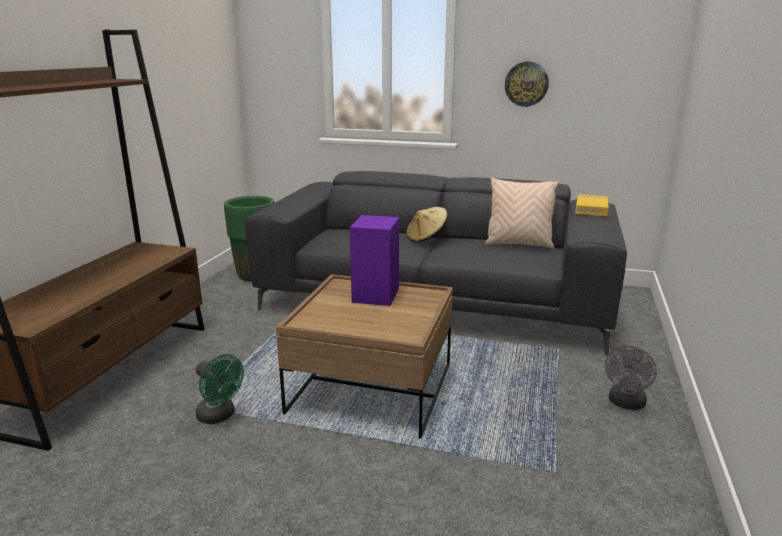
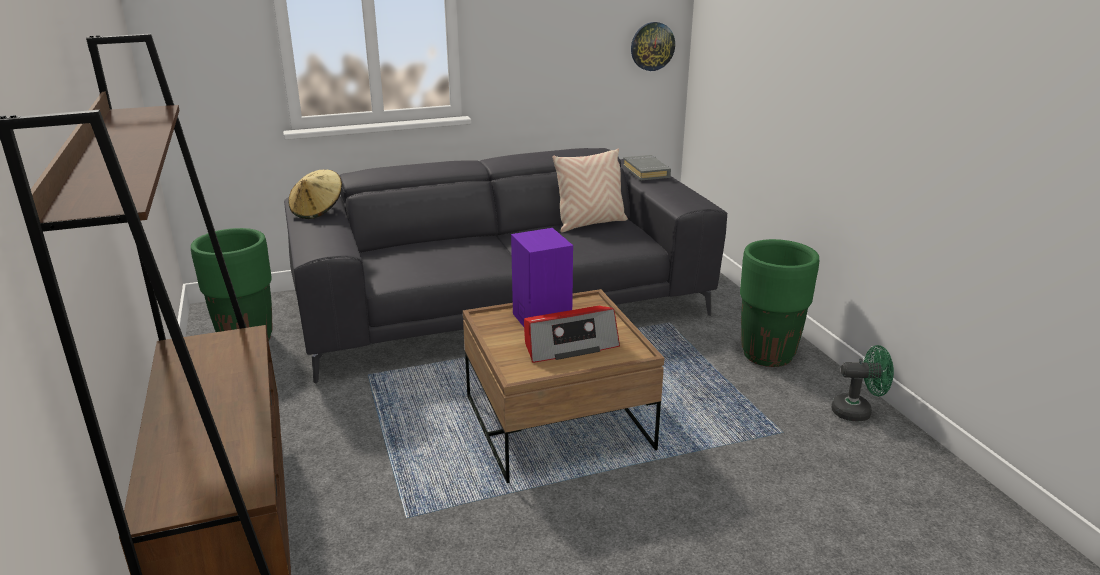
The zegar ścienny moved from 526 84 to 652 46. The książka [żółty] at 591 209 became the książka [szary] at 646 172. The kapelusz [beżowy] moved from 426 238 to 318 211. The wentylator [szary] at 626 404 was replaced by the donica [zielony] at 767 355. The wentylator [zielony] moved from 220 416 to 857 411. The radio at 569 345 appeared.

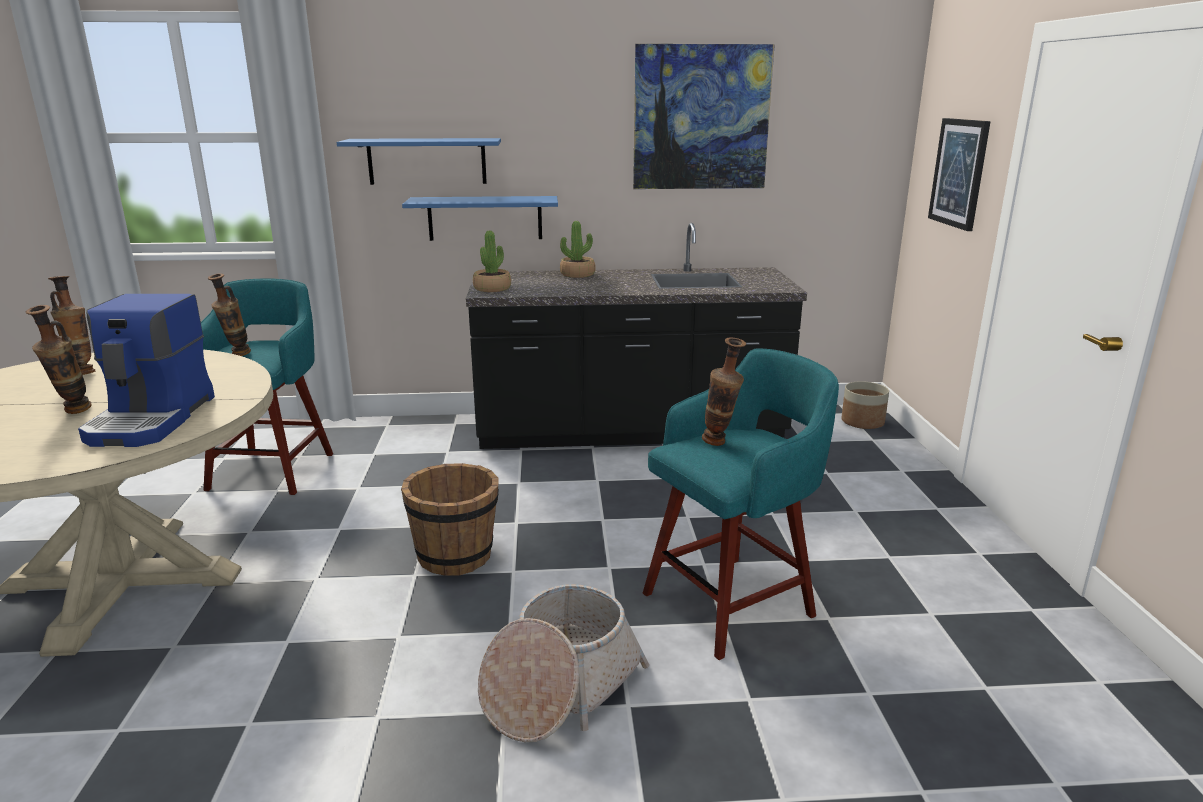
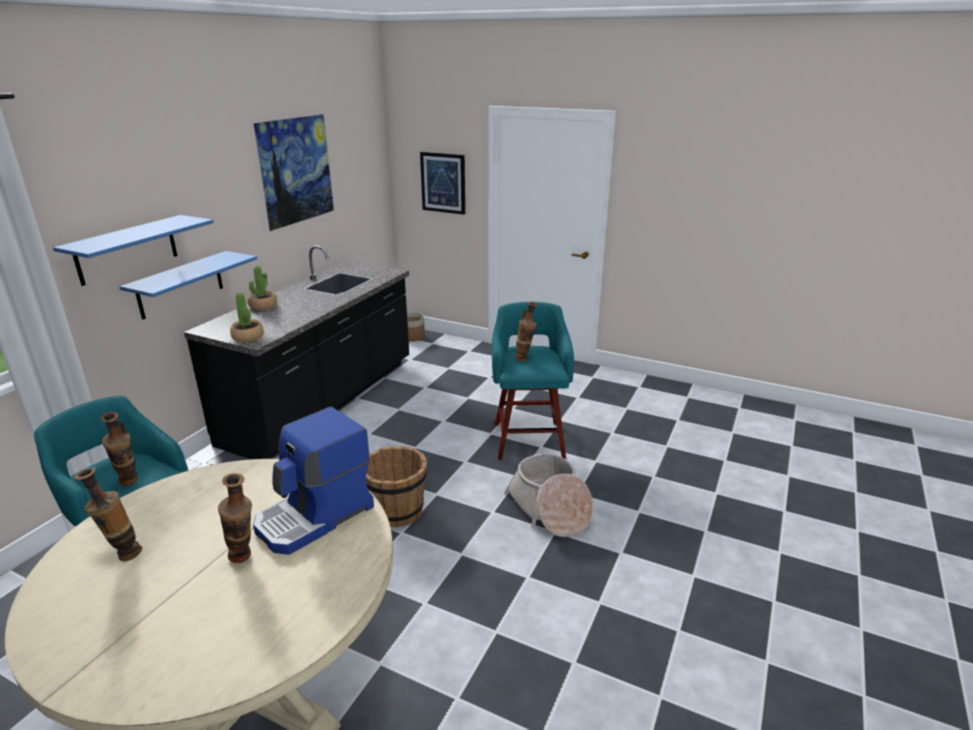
The ekspres do kawy at 153 419 turned 105 degrees clockwise.

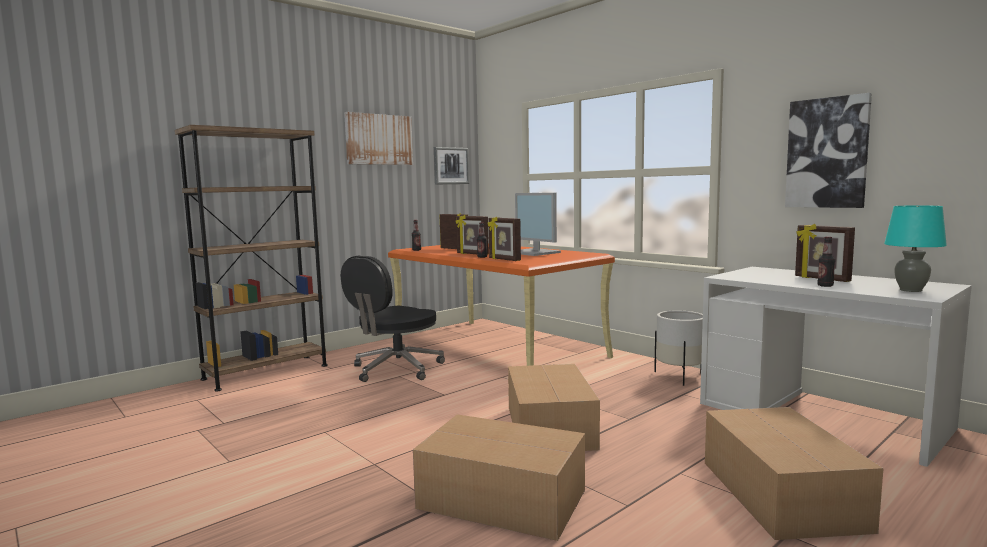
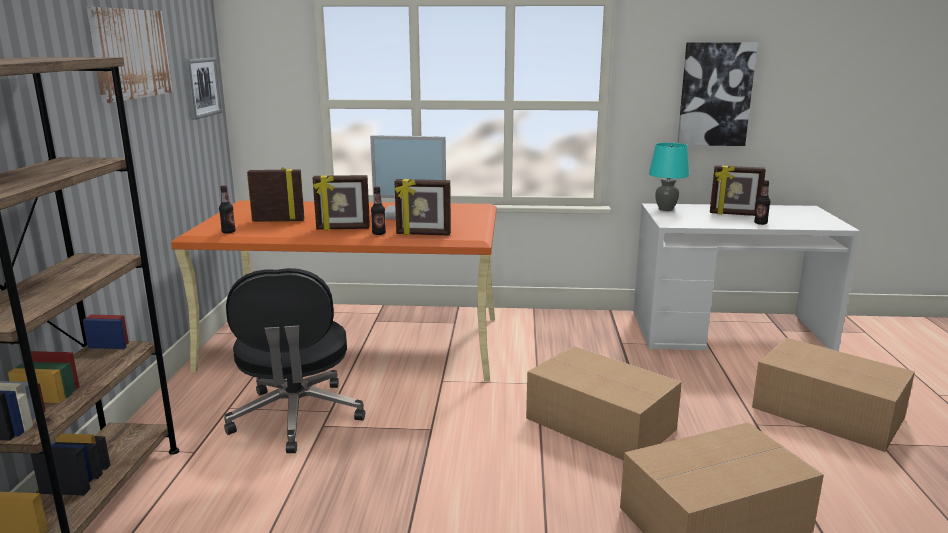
The lampa stołowa [turkusowy] moved from 911 290 to 666 209. The donica [biały] at 679 377 disappeared.

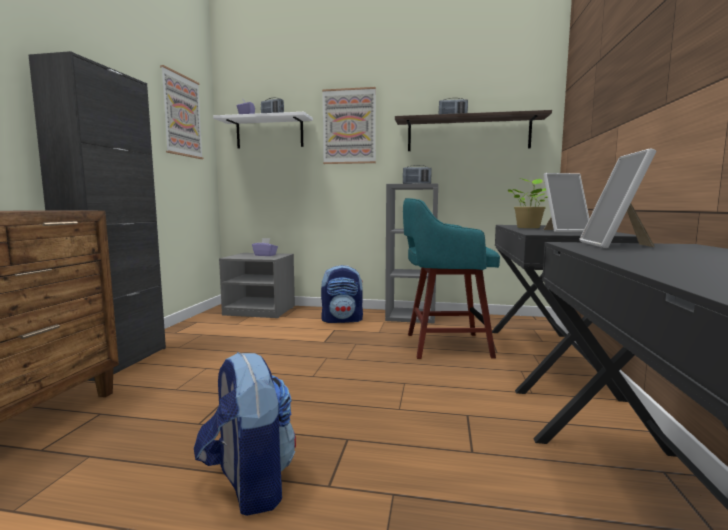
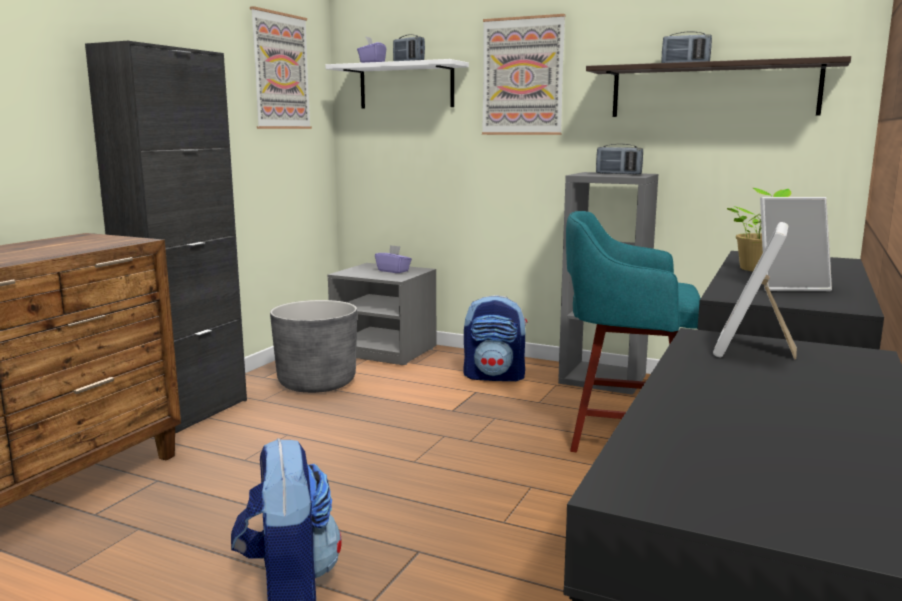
The donica [szary] at 317 383 appeared.

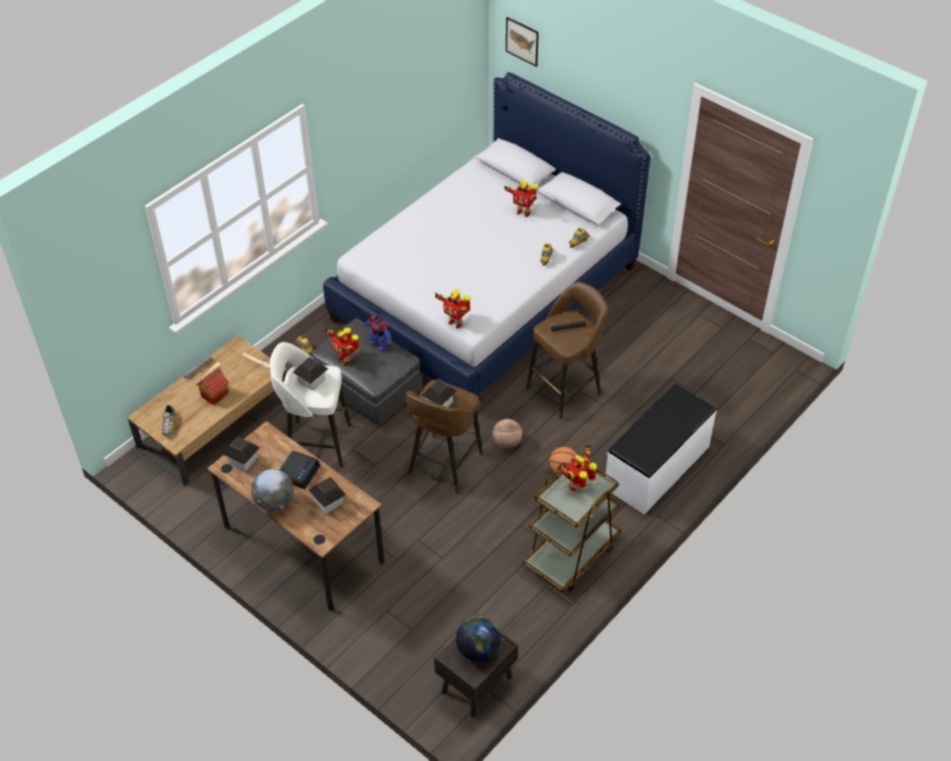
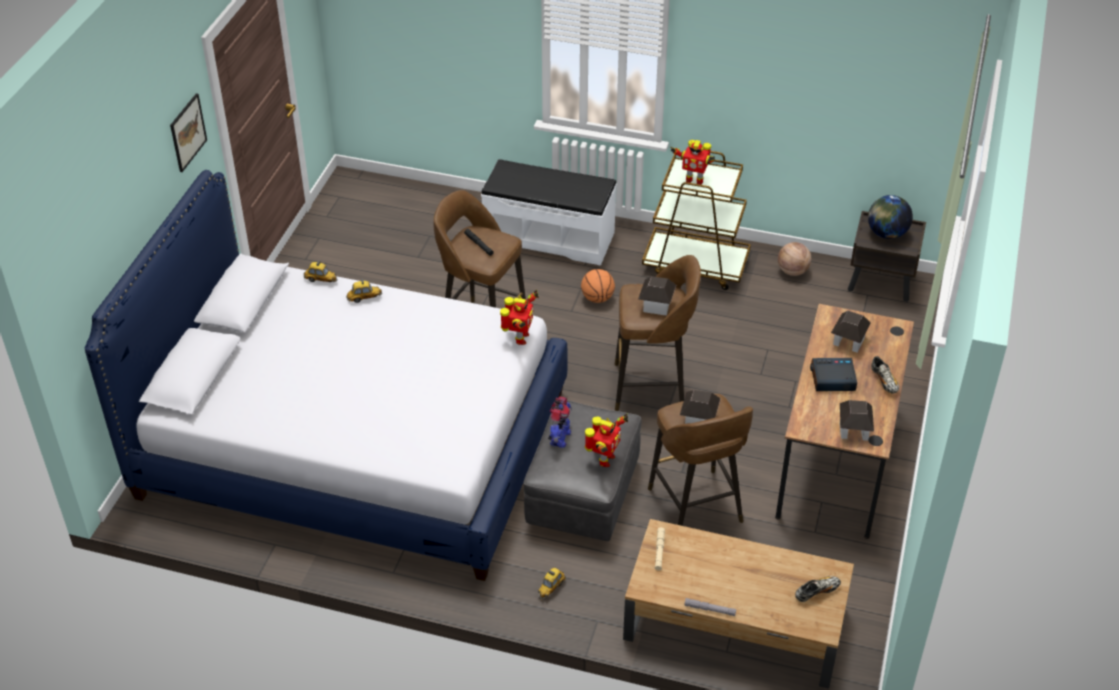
The obraz moved from 522 41 to 187 132. The robot zabawkowy at 523 212 disappeared. The stołek [biały] at 316 443 became the stołek [brązowy] at 696 508. The domek at 215 394 disappeared. The piłka do koszykówki moved from 507 443 to 792 271. The globus at 275 502 was replaced by the but at 884 381.

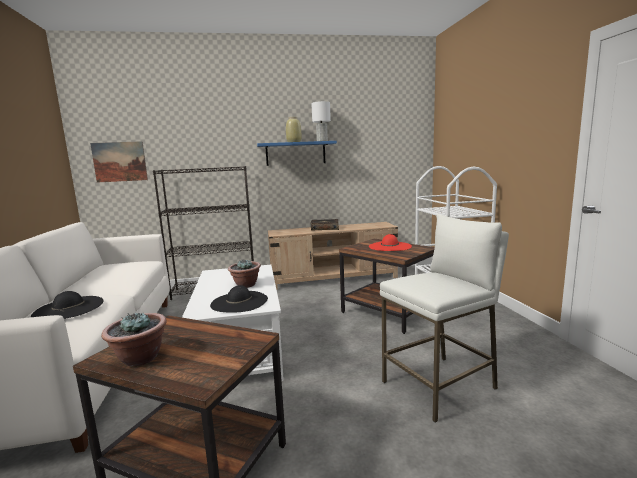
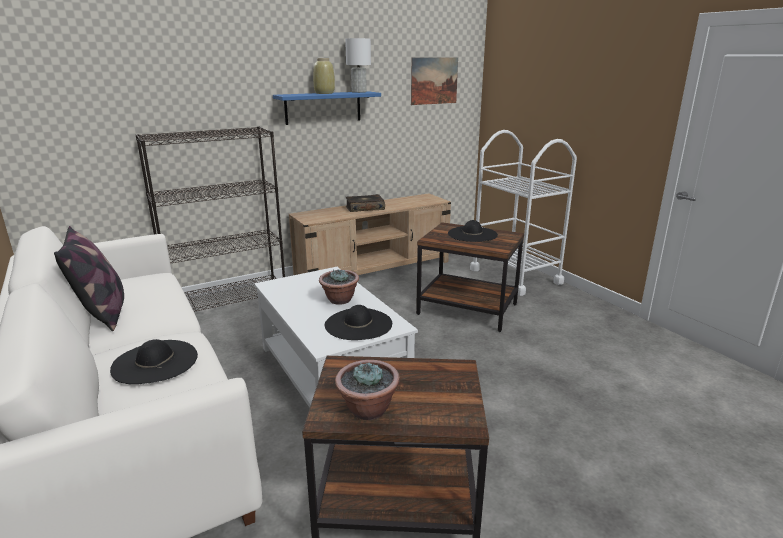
The obraz moved from 119 161 to 434 81. The stołek [biały] at 439 385 disappeared. The kapelusz [czerwony] at 390 246 became the kapelusz [czarny] at 472 234. The poduszka at 103 314 appeared.

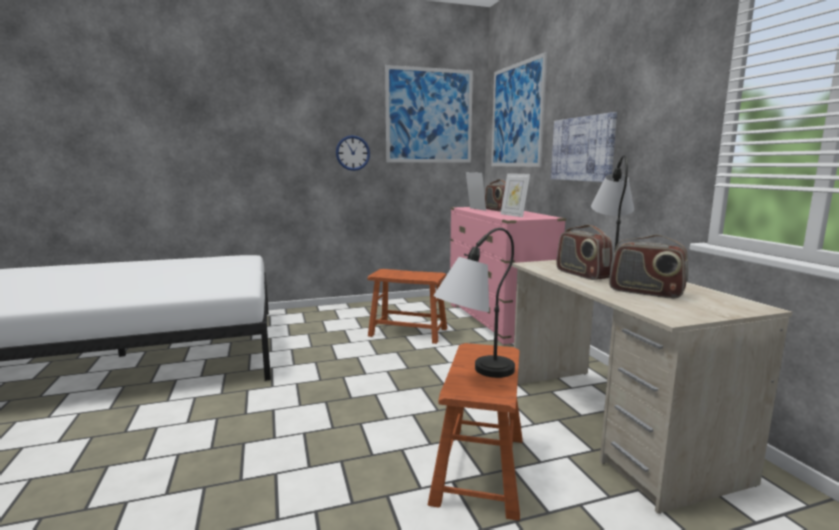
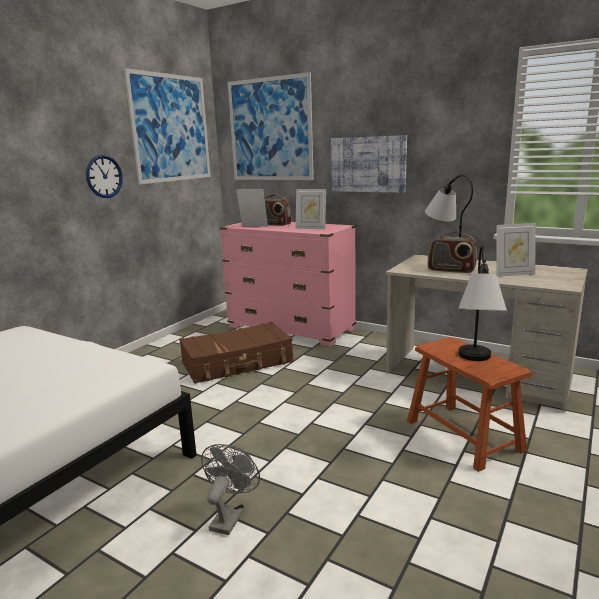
The radio at 645 292 was replaced by the ramka na zdjęcie at 513 274. The stołek [brązowy] at 408 332 was replaced by the walizka [brązowy] at 238 363. The wentylator [szary] at 229 516 appeared.

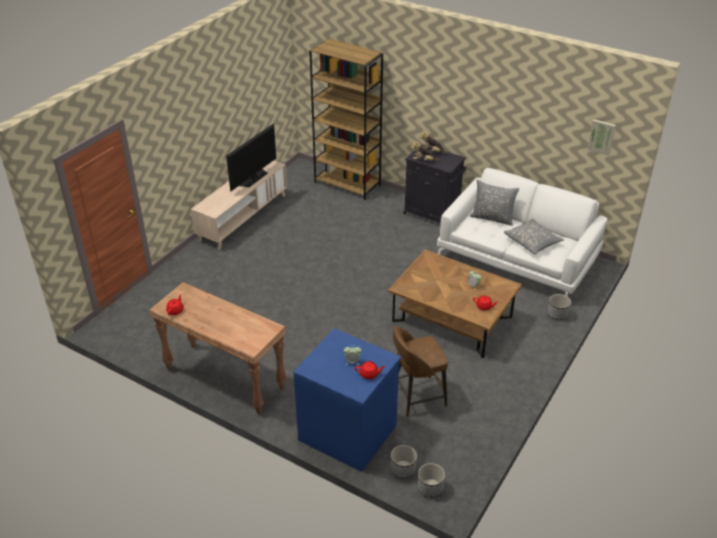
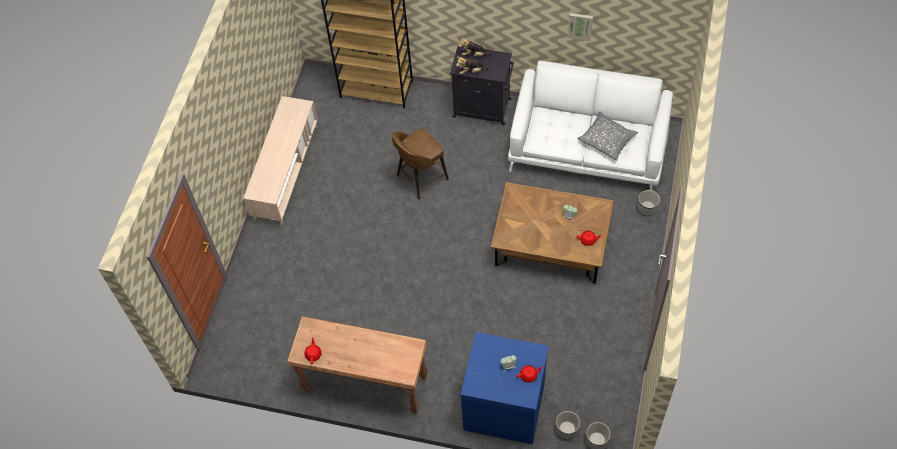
The obraz moved from 601 136 to 580 26. The telewizor at 253 178 disappeared. The poduszka [szary] at 492 218 disappeared. The stołek [brązowy] moved from 416 396 to 421 178.

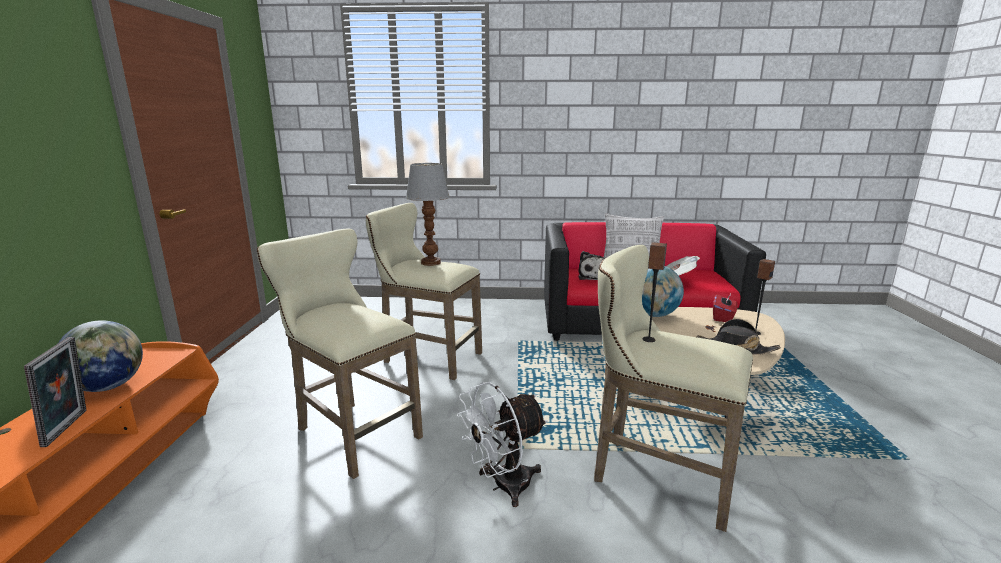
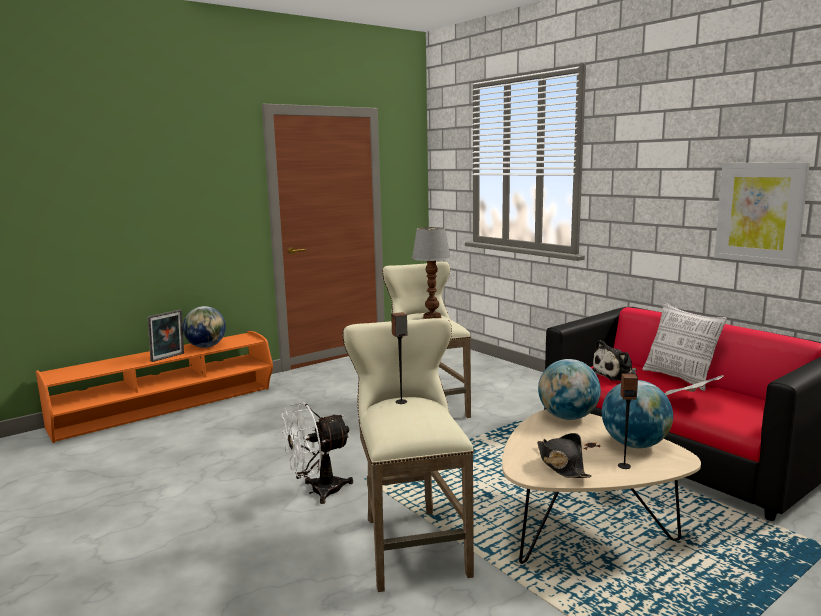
The stołek [beżowy] at 352 432 disappeared. The pudełko chusteczek [czerwony] at 723 317 was replaced by the globus at 635 444. The wentylator [biały] at 503 486 turned 45 degrees counterclockwise. The obraz at 760 212 appeared.

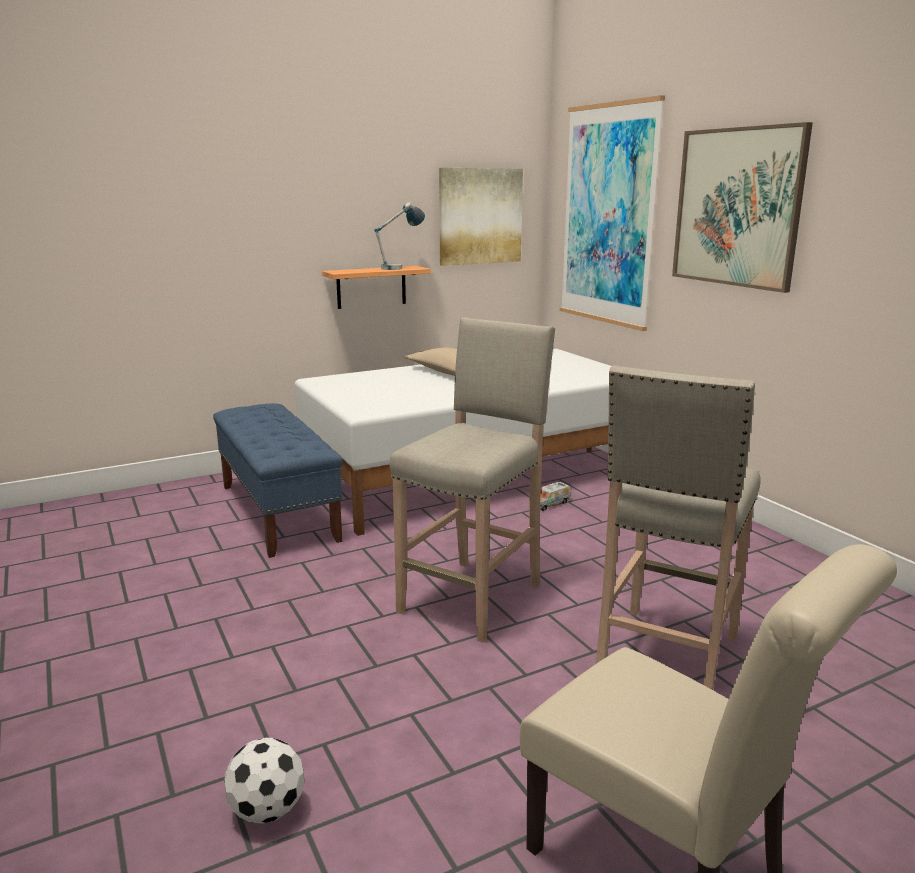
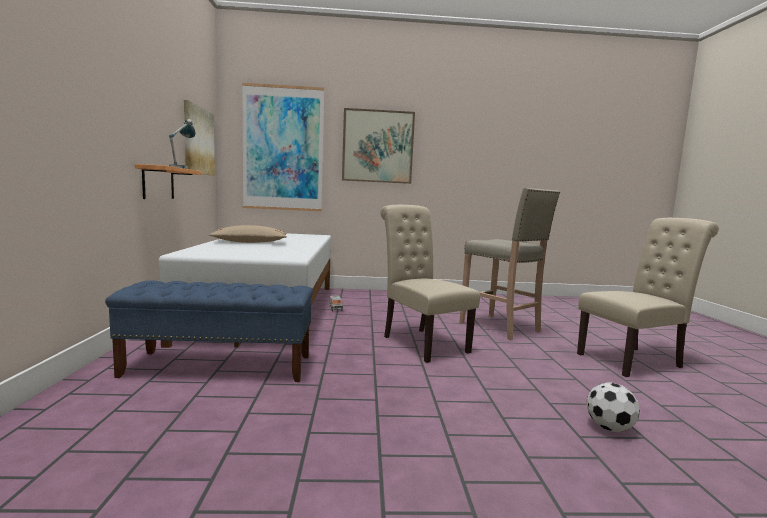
The stołek [beżowy] at 473 597 was replaced by the krzesło [beżowy] at 421 342.

